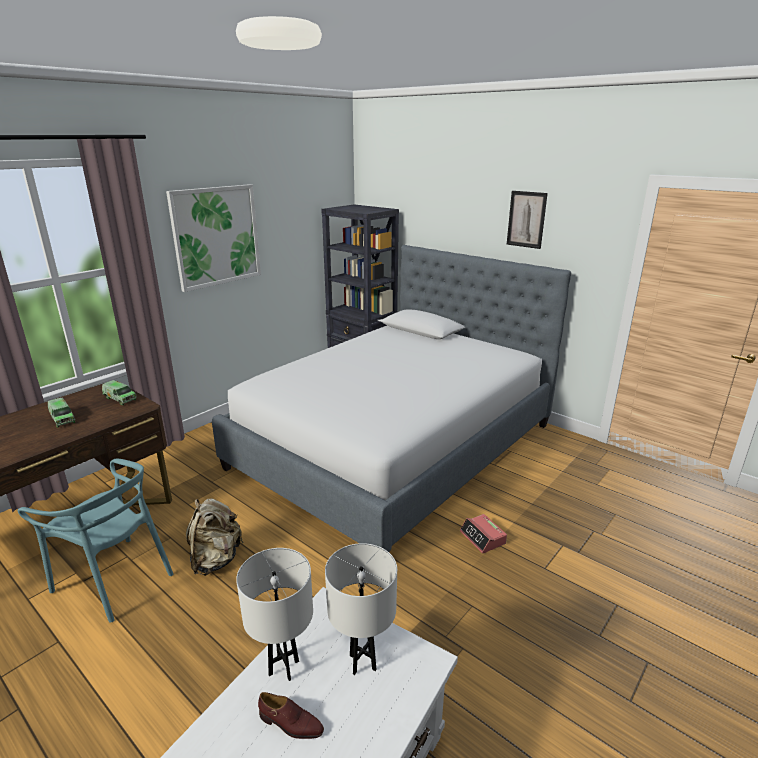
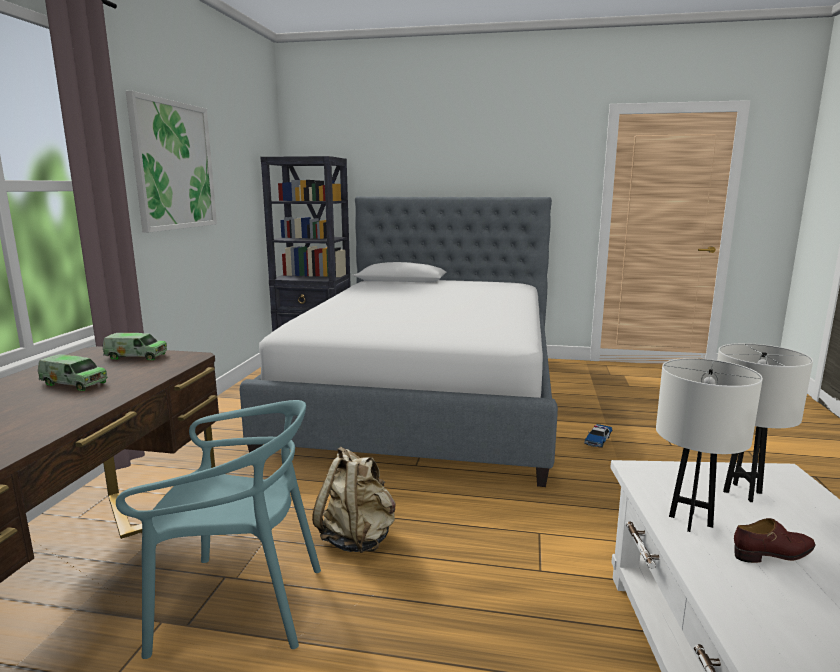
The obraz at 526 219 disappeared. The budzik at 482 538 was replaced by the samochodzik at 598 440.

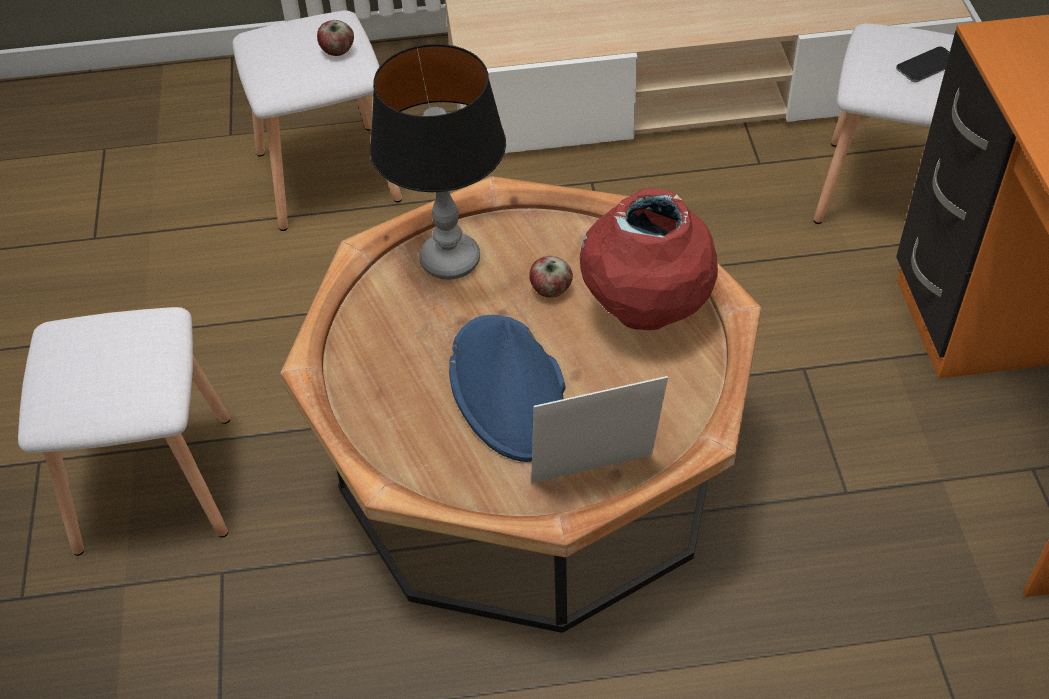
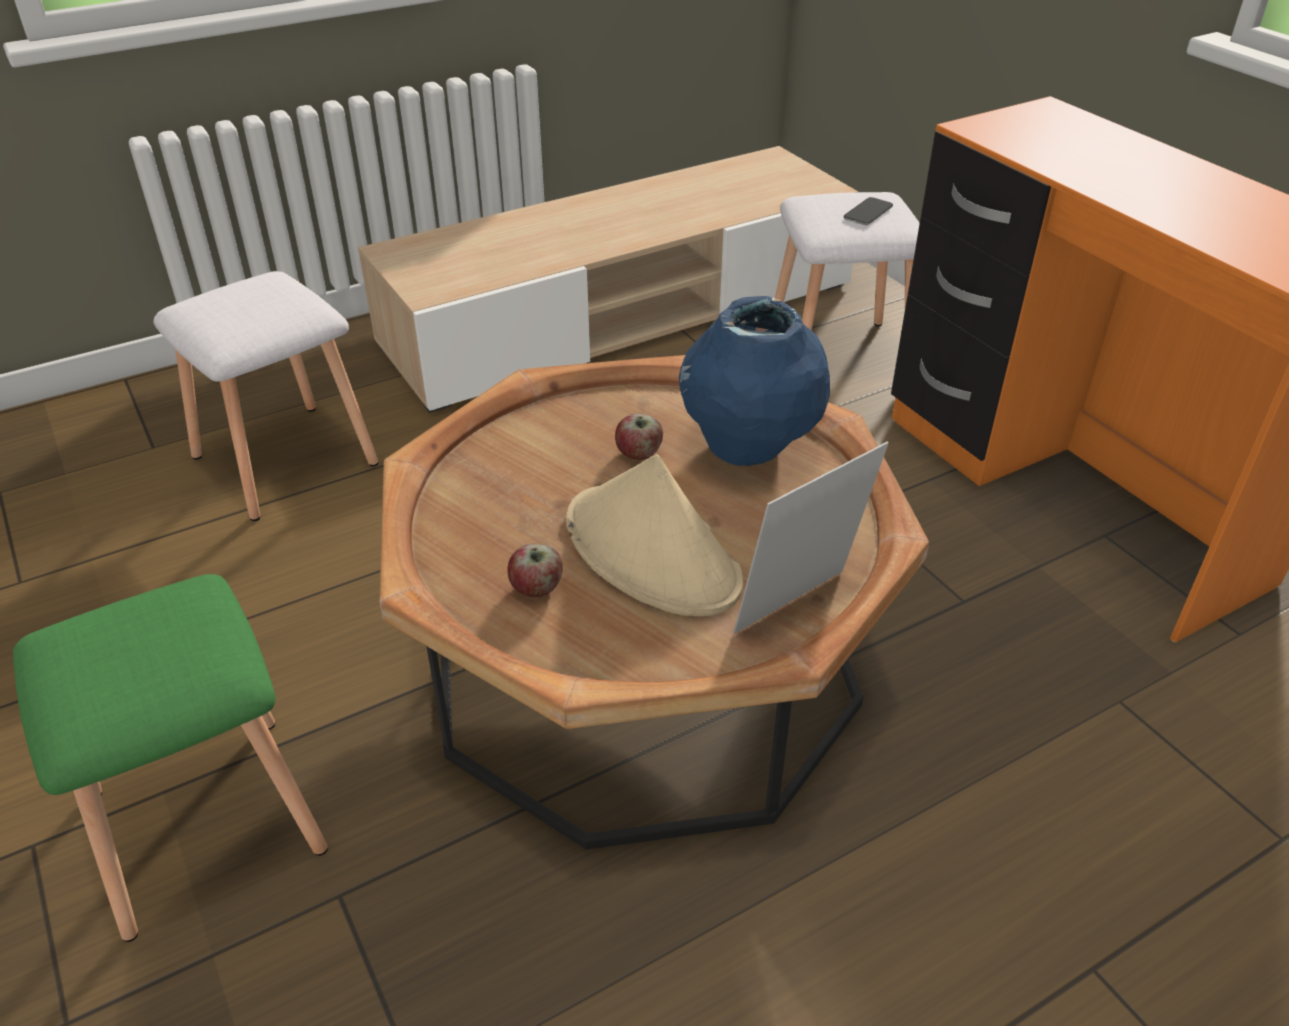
The jabłko moved from 337 51 to 536 588. The lampa stołowa at 449 260 disappeared. The wazon [czerwony] at 645 312 became the wazon [niebieski] at 748 450. The stołek [biały] at 156 485 became the stołek [zielony] at 208 823. The kapelusz [niebieski] at 509 390 became the kapelusz [beżowy] at 653 553.

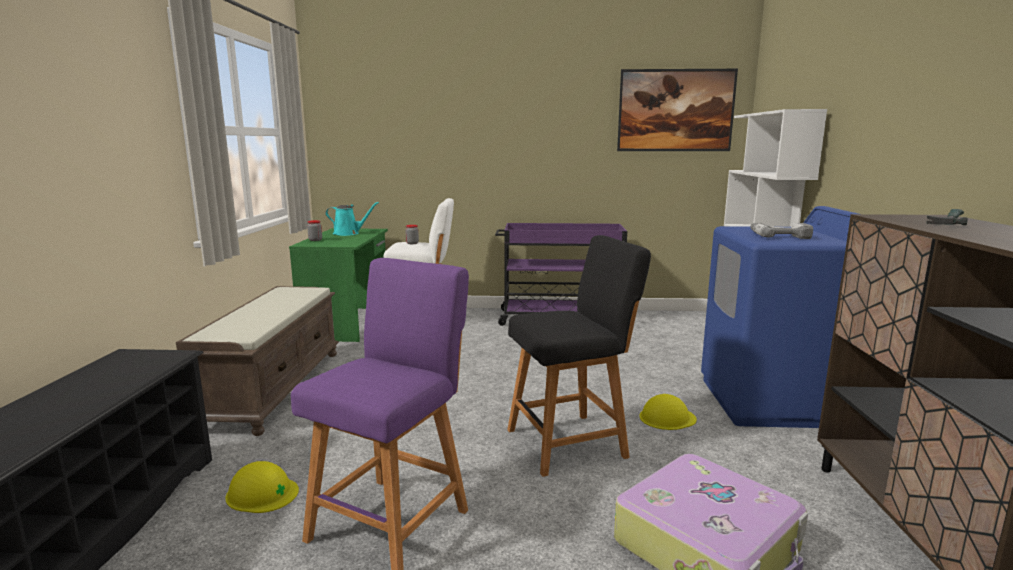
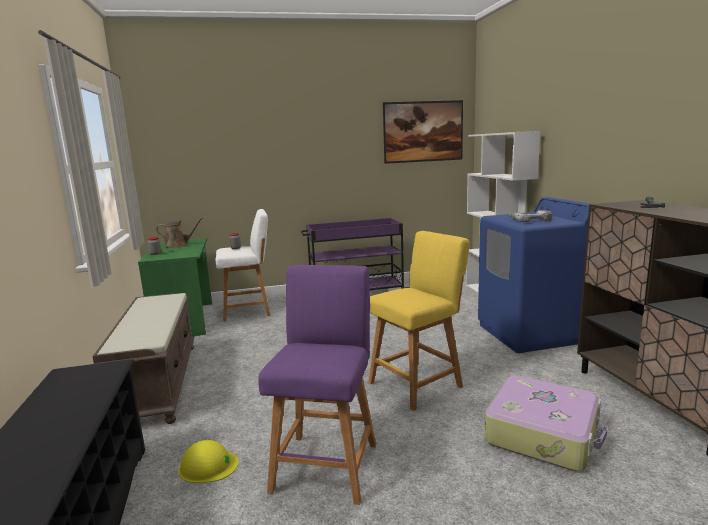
The konewka [turkusowy] at 348 233 became the konewka [brązowy] at 178 245. The stołek [czarny] at 571 442 became the stołek [żółty] at 418 383. The kask [żółty] at 667 418 disappeared.

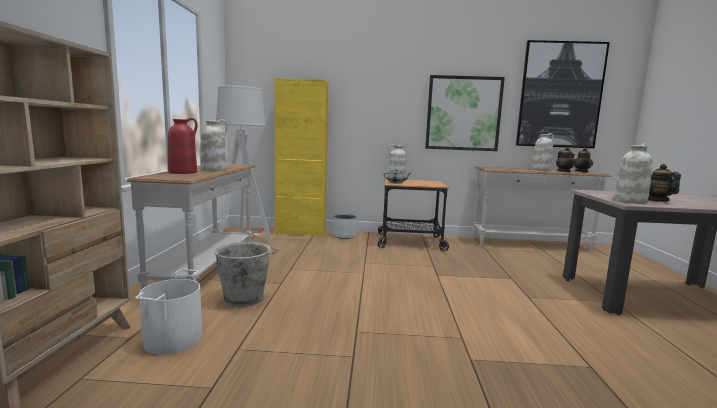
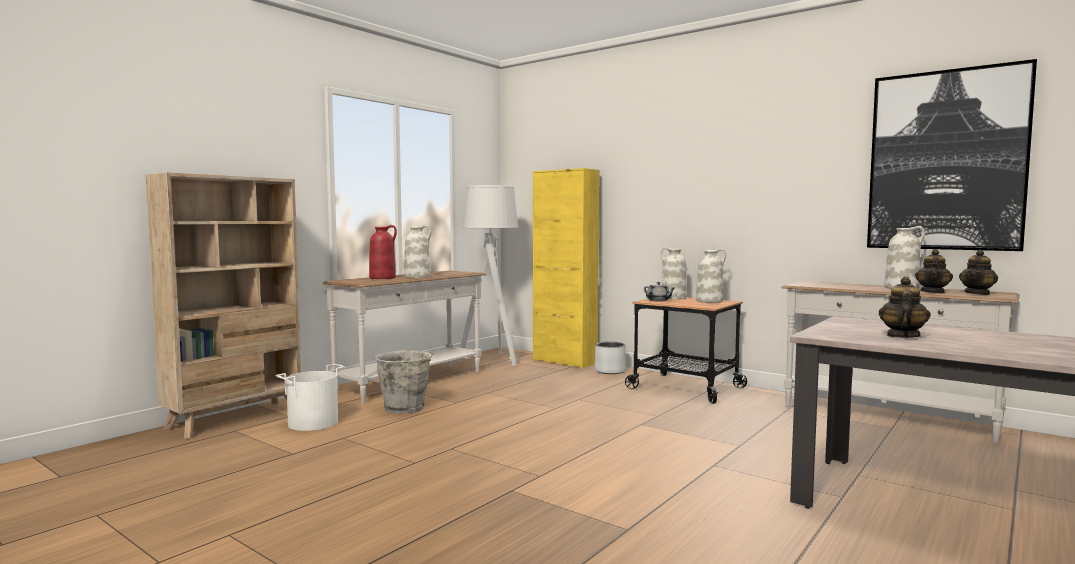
The obraz at 463 113 disappeared. The wazon [biały] moved from 629 201 to 709 301.

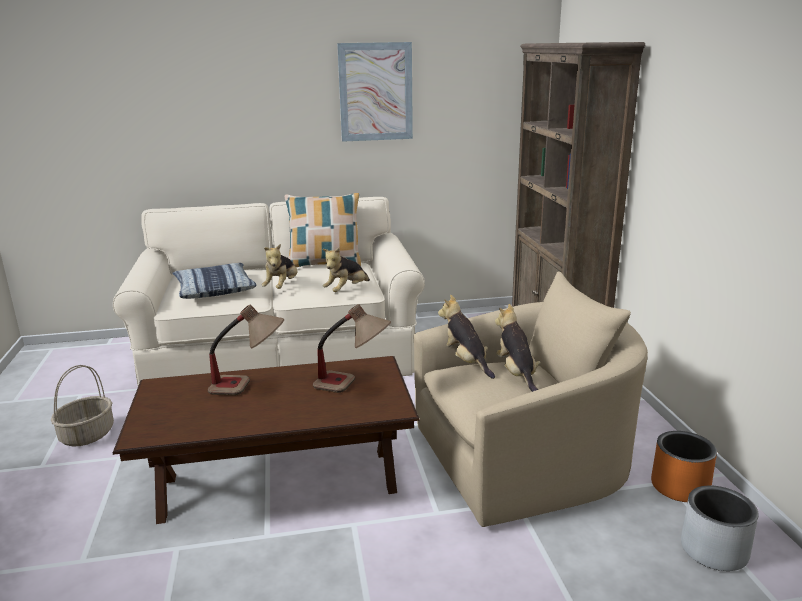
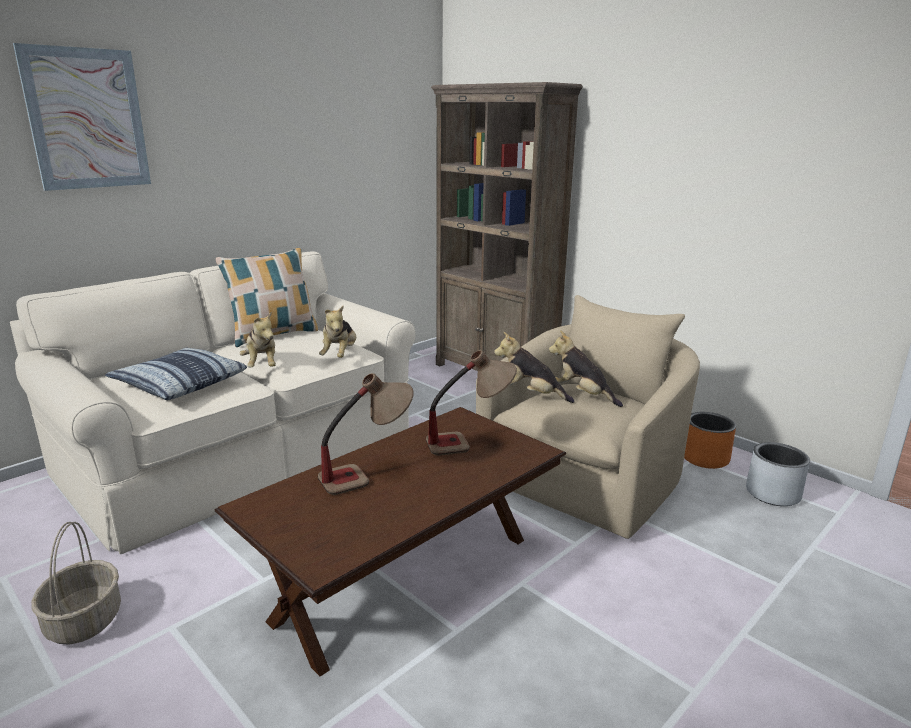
The obraz moved from 375 92 to 87 119.

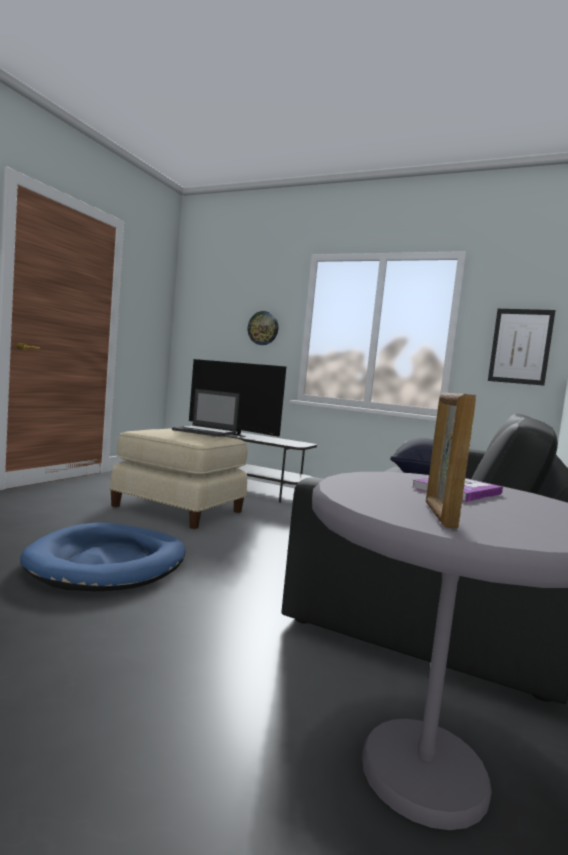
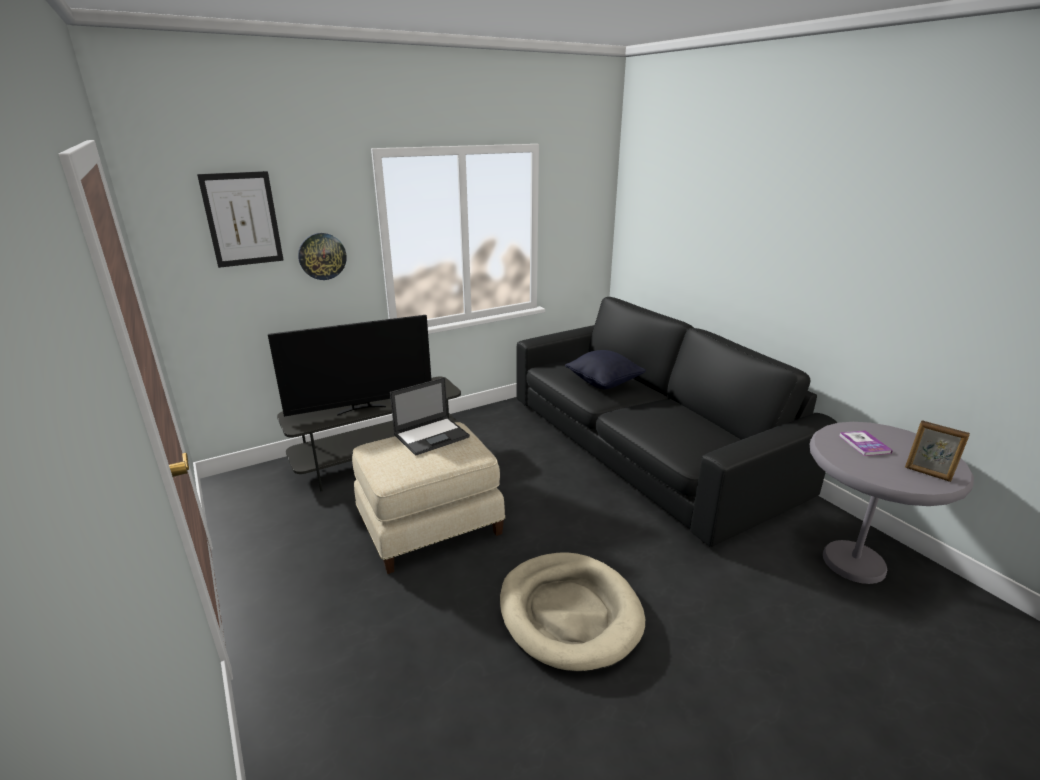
The obraz moved from 520 346 to 242 219. The legowisko [niebieski] at 108 563 became the legowisko [beżowy] at 569 613.

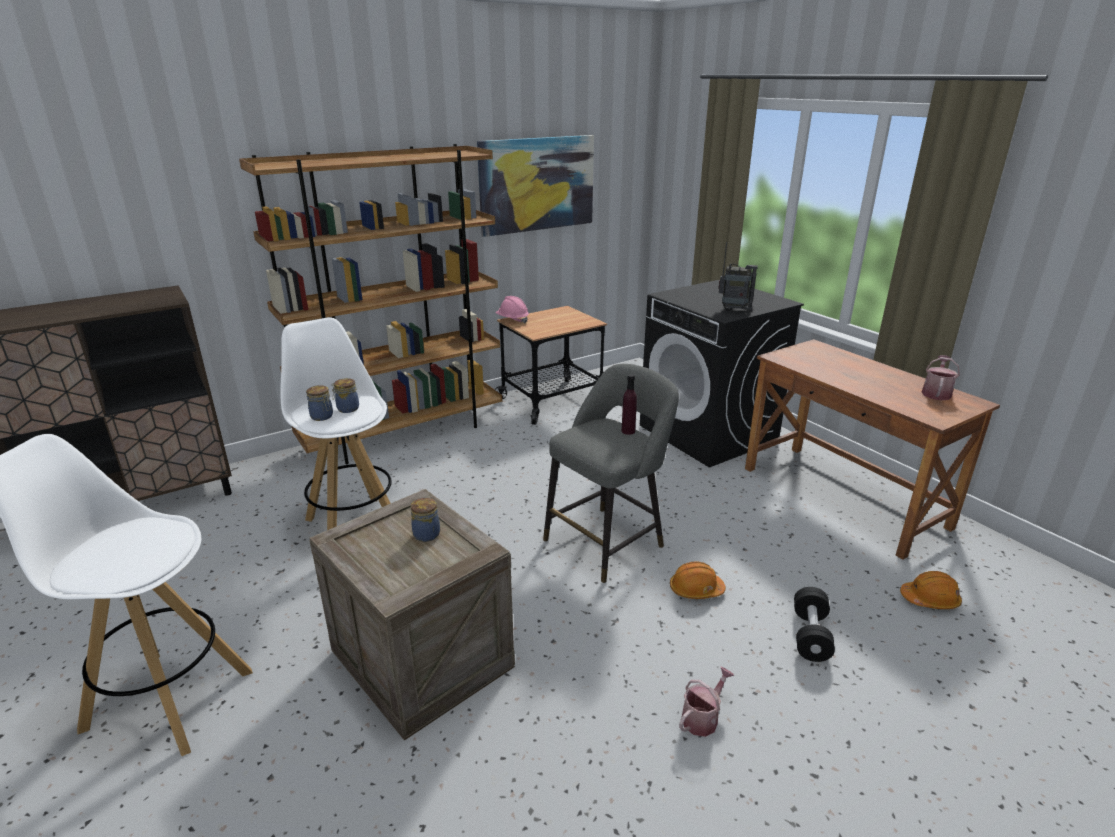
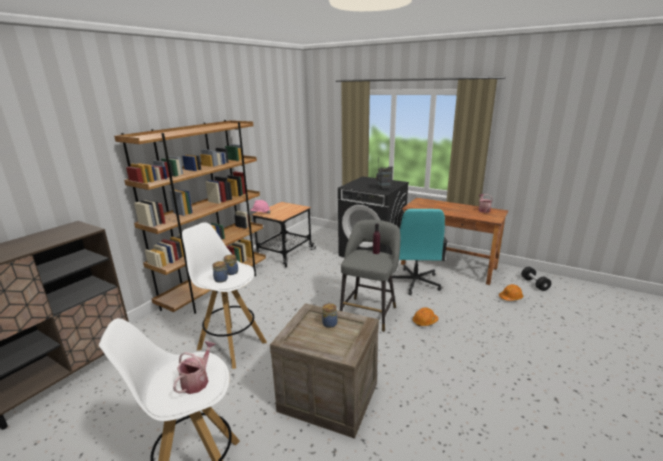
The obraz at 537 184 disappeared. The hantel [czarny] moved from 810 635 to 534 284. The konewka moved from 702 717 to 197 380. The krzesło biurowe [turkusowy] at 414 282 appeared.

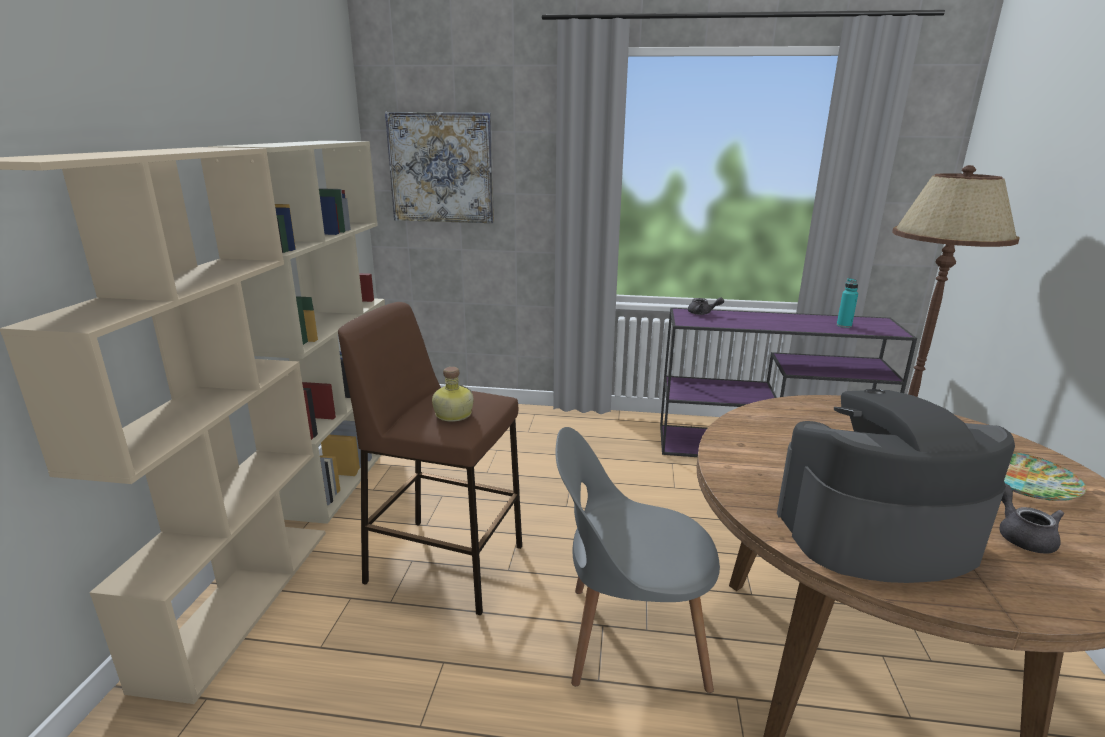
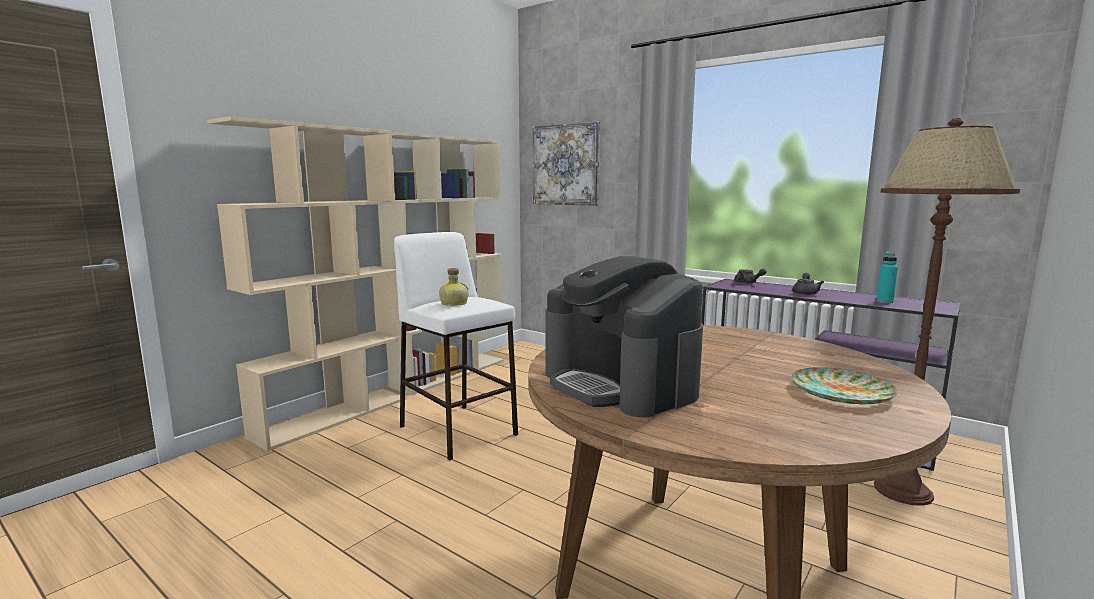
The stołek [brązowy] at 444 563 became the stołek [biały] at 457 430. The ekspres do kawy at 874 533 turned 150 degrees counterclockwise. The krzesło [szary] at 629 636 disappeared. The imbryk [szary] moved from 1021 535 to 805 293.

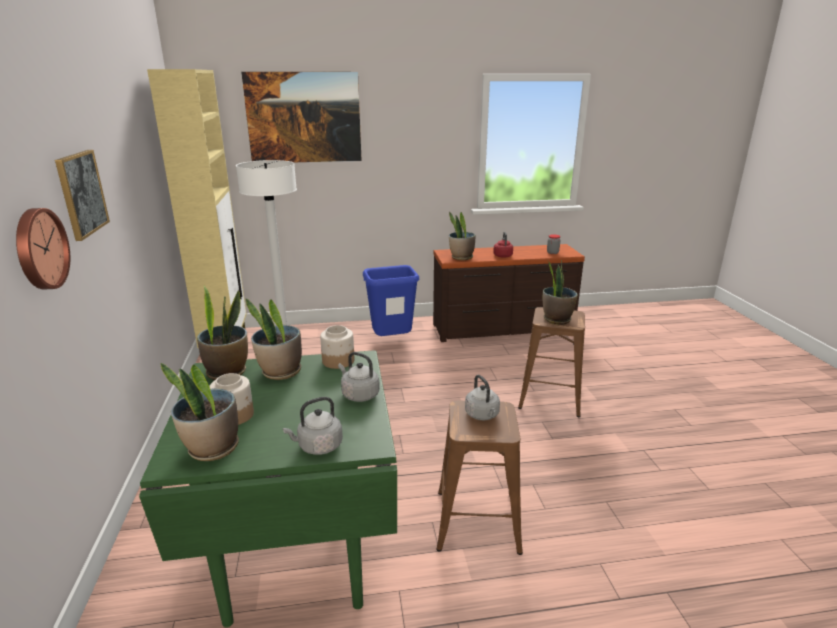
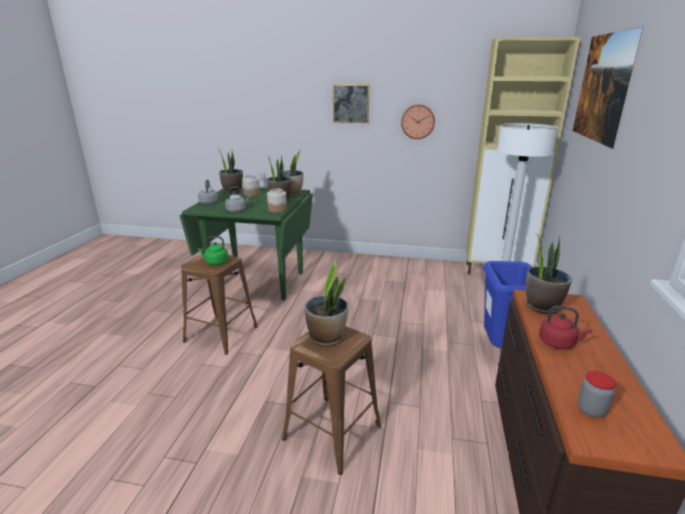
The zegar ścienny moved from 39 249 to 418 121. The czajnik [szary] at 482 415 became the czajnik [zielony] at 215 262.

